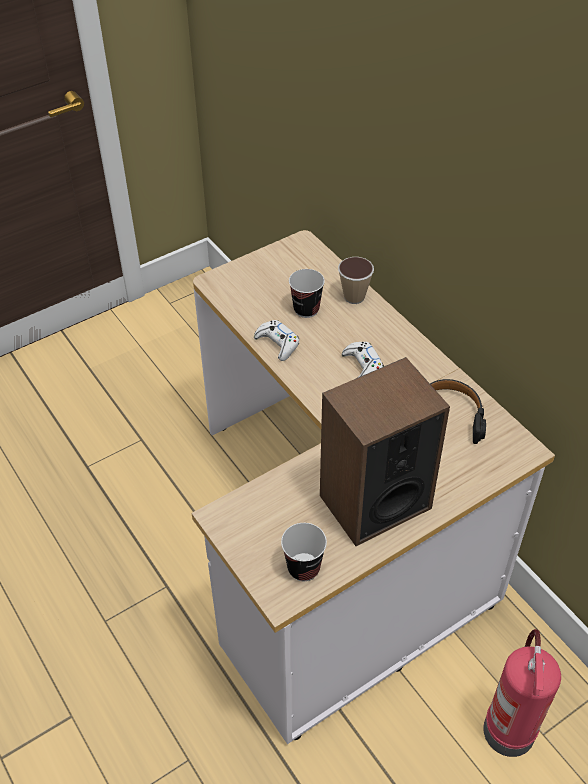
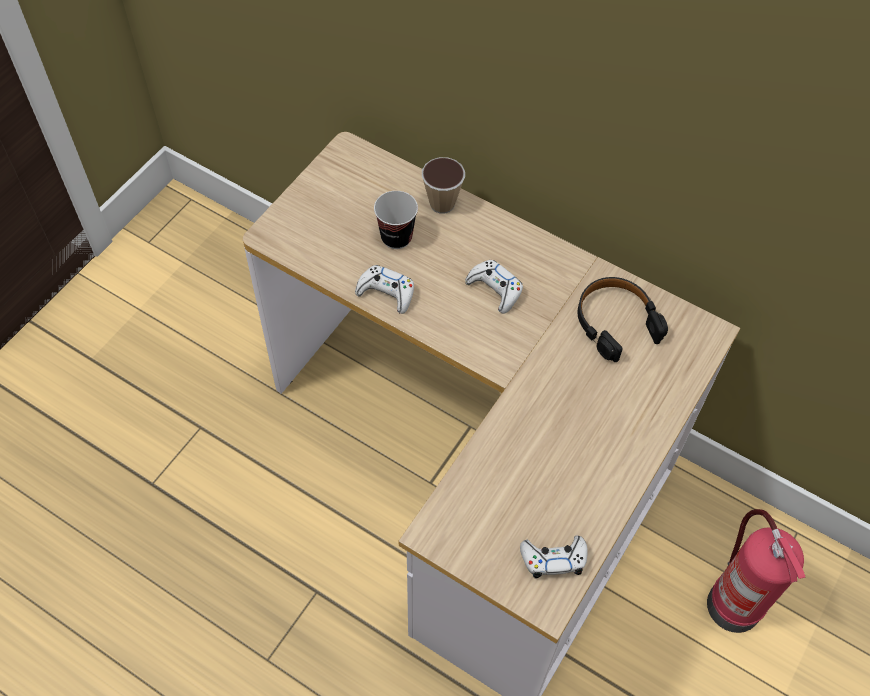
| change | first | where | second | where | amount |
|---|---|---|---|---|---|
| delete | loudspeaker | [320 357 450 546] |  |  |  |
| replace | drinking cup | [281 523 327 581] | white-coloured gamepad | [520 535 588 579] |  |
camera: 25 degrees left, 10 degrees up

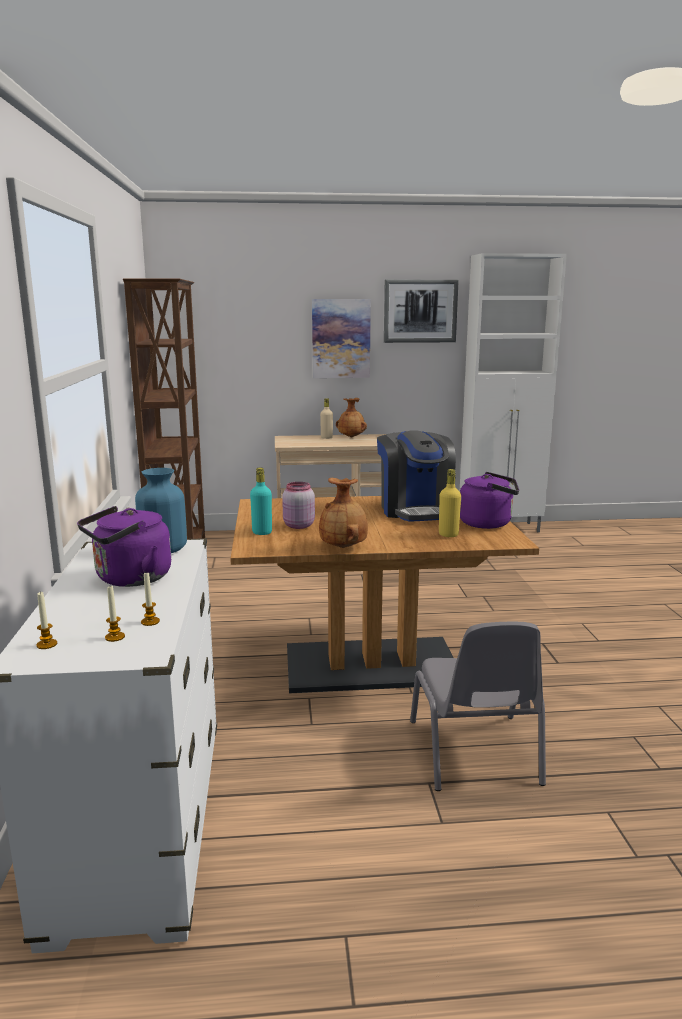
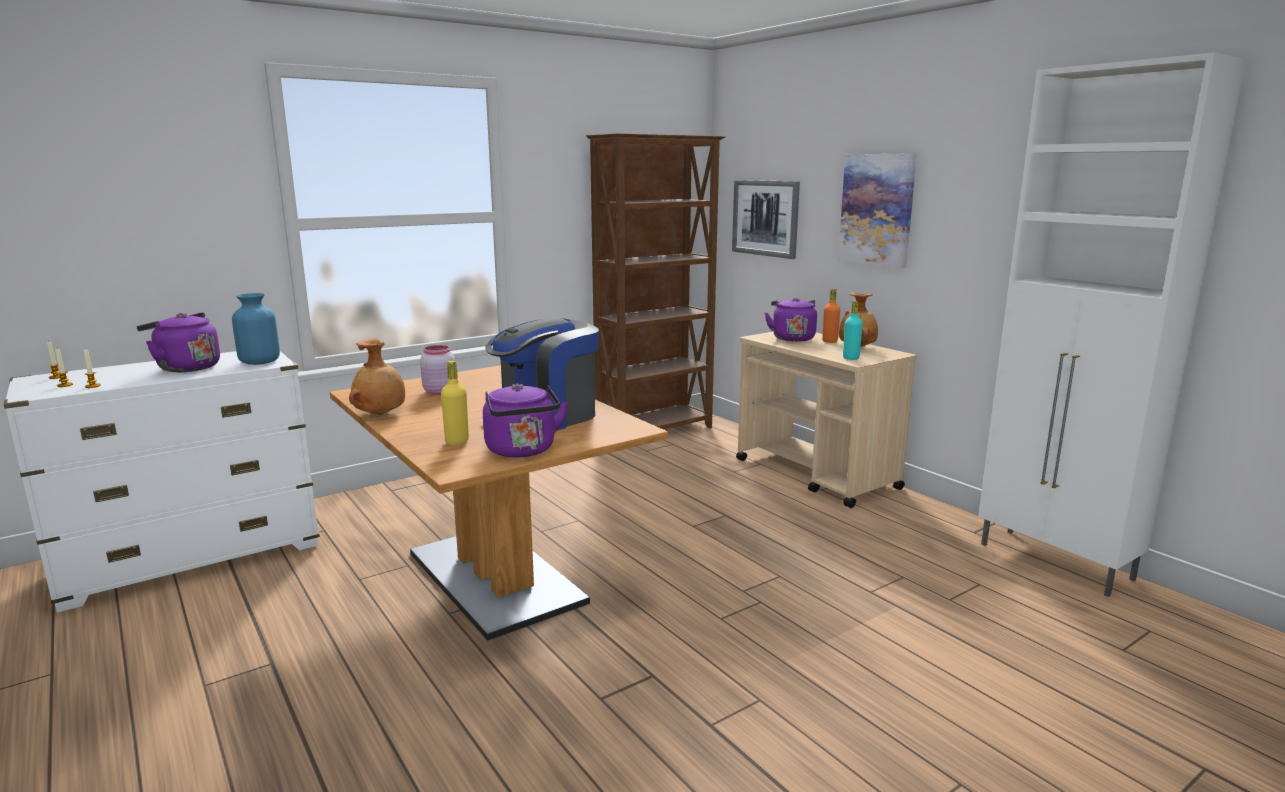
| change | first | where | second | where | amount |
|---|---|---|---|---|---|
| move | wall art | [384 280 459 343] |  | [732 180 800 259] |  |
| recolor | sand-coloured drink bottle | [320 398 333 439] | orangey drink bottle | [822 289 840 343] |  |
| move | turquoise drink bottle | [250 468 272 535] |  | [843 301 863 360] |  |
| delete | grey upright chair | [410 622 546 791] |  |  |  |
| insert |  |  | purplish water kettle | [765 297 817 342] |  |
camera: 60 degrees right, 0 degrees up

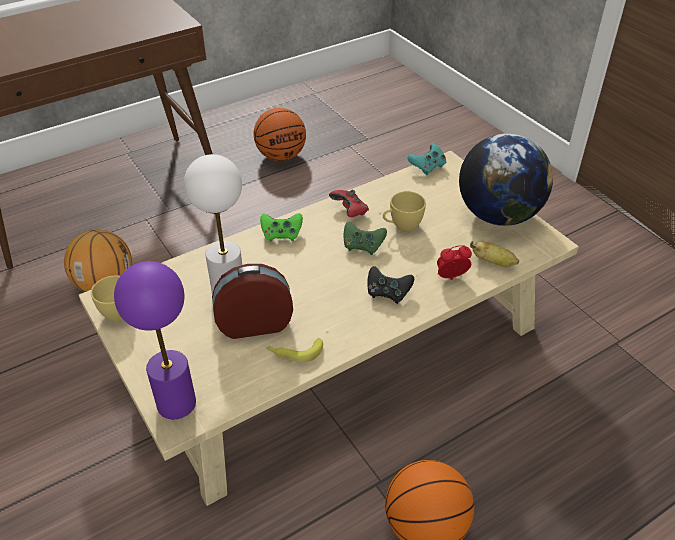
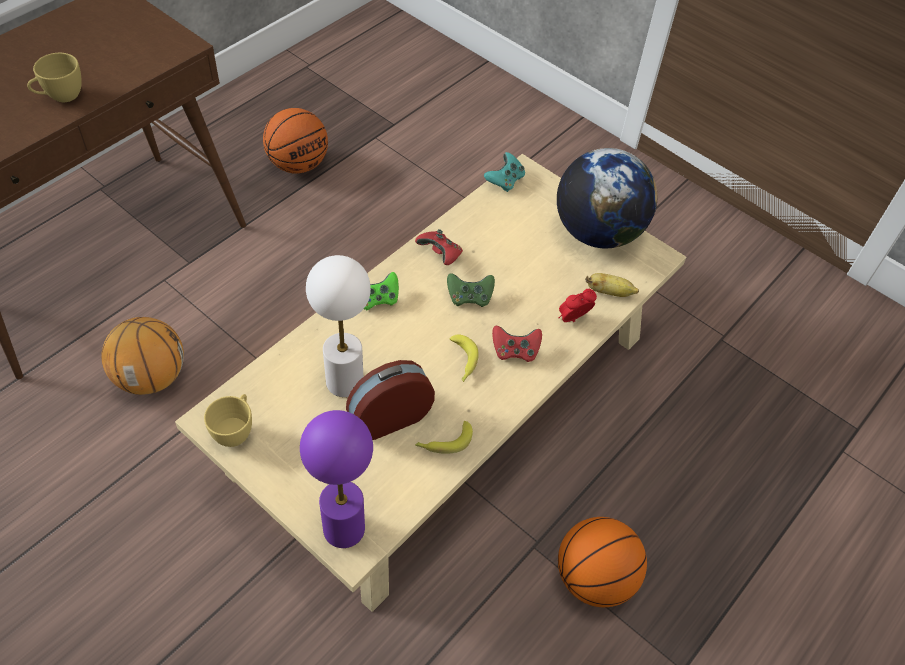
| change | first | where | second | where | amount |
|---|---|---|---|---|---|
| move | yellow-coloured drinking cup | [383 191 426 231] |  | [27 53 82 102] |  |
| recolor | black-coloured gamepad | [367 266 414 304] | reddish gamepad | [492 326 542 362] |  |
| insert |  |  | banana | [450 335 479 382] |  |
camera: 20 degrees left, 10 degrees up

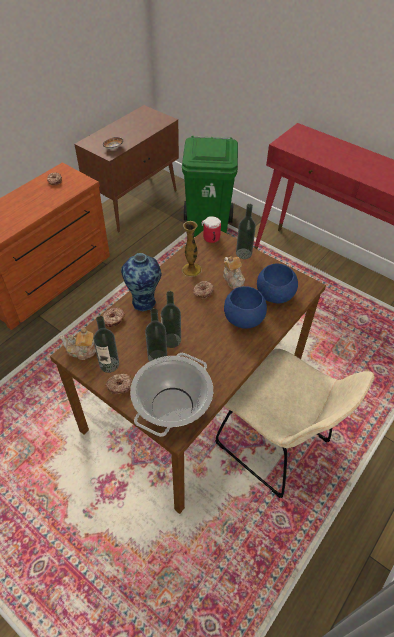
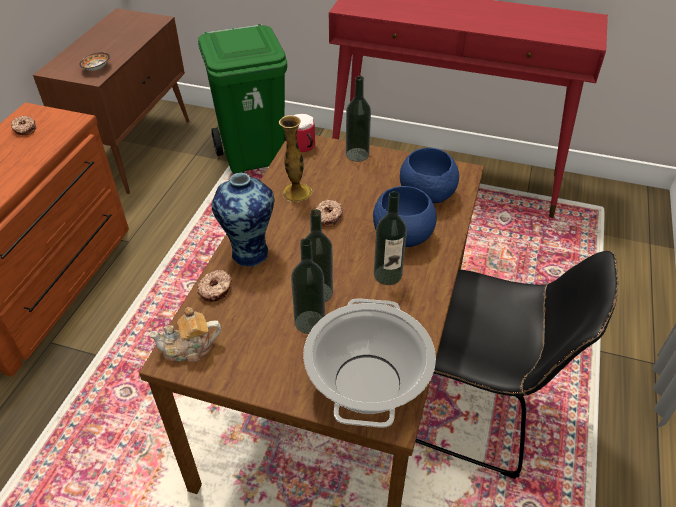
| change | first | where | second | where | amount |
|---|---|---|---|---|---|
| delete | teapot | [223 256 245 289] |  |  |  |
| move | drink bottle | [93 316 119 373] |  | [374 191 407 285] |  |
| recolor | sand-coloured upright chair | [215 349 375 498] | black-coloured upright chair | [415 251 618 479] |  |
| delete | ring doughnut | [105 374 132 395] |  |  |  |
camera: 20 degrees left, 5 degrees down

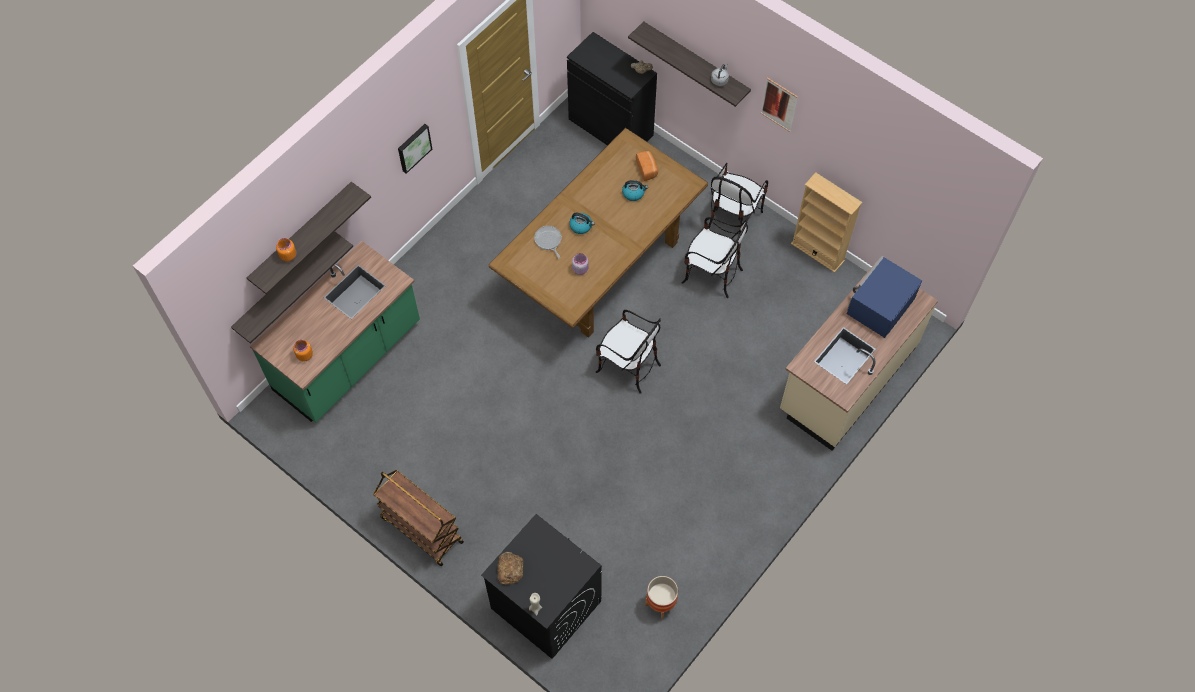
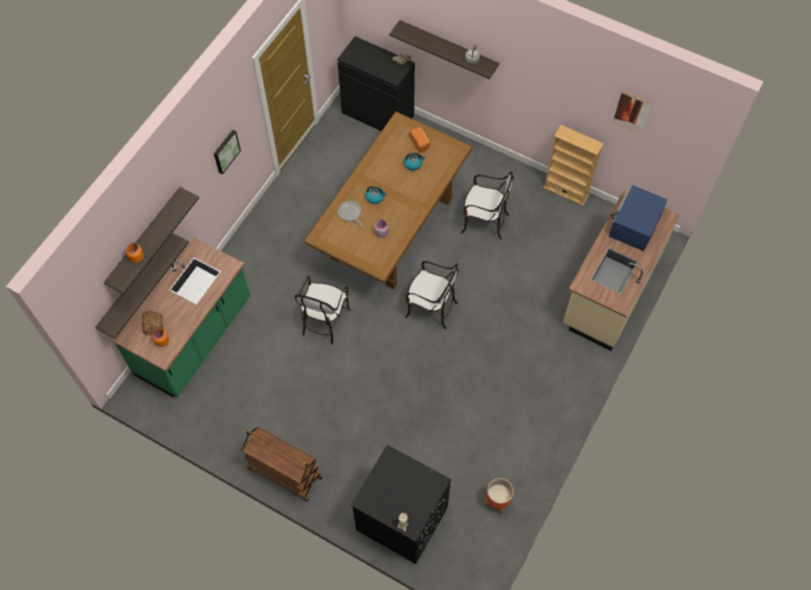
| change | first | where | second | where | amount |
|---|---|---|---|---|---|
| move | wall art | [761 77 798 132] |  | [612 90 651 133] |  |
| move | upright chair | [708 163 768 234] |  | [295 276 351 344] |  |
| move | bread | [497 552 524 585] |  | [142 310 163 336] |  |
camera: 10 degrees left, 0 degrees up

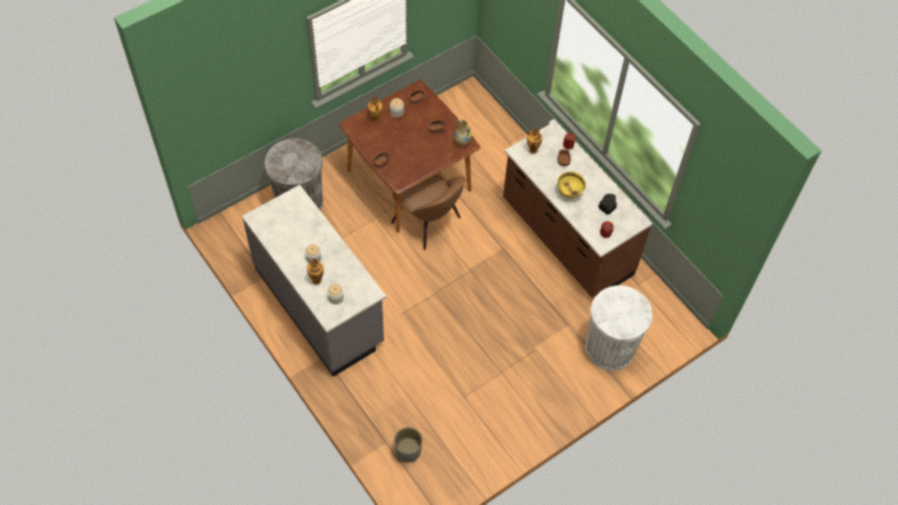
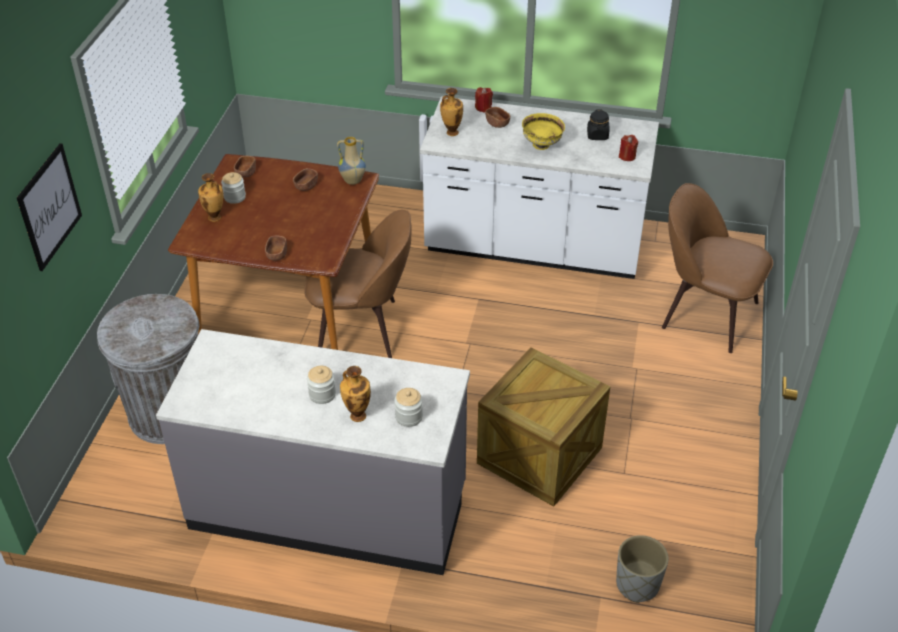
| change | first | where | second | where | amount |
|---|---|---|---|---|---|
| recolor | brownish counter | [503 121 653 298] | white-coloured counter | [420 96 659 279] |  |
| replace | white-coloured rubbish bin | [585 285 652 371] | brownish upright chair | [662 183 773 353] |  |
| insert |  |  | wall art | [17 143 82 271] |  |
| insert |  |  | shipping crate | [477 347 610 507] |  |
camera: 40 degrees left, 15 degrees down

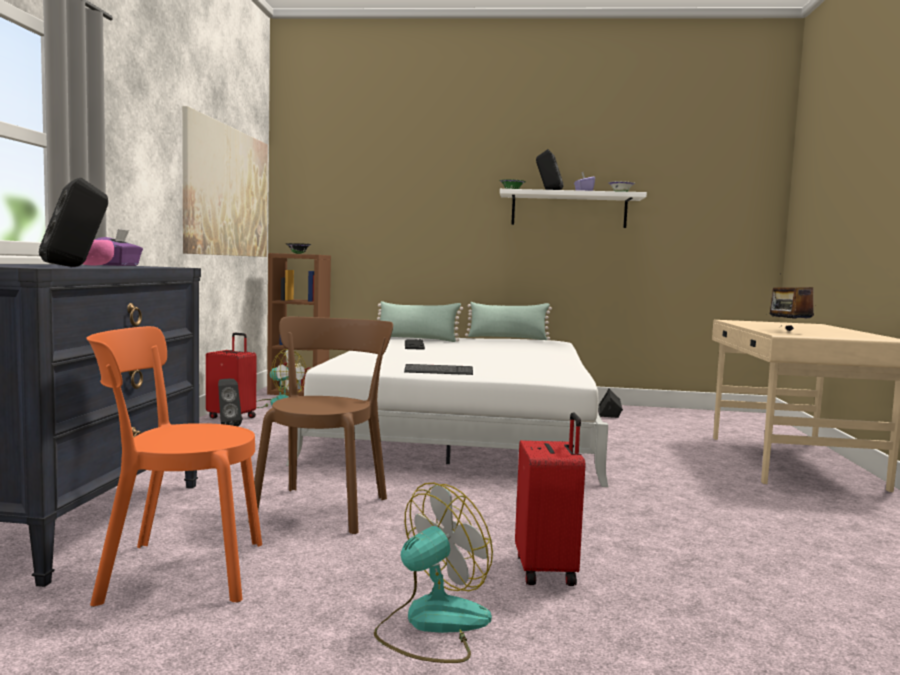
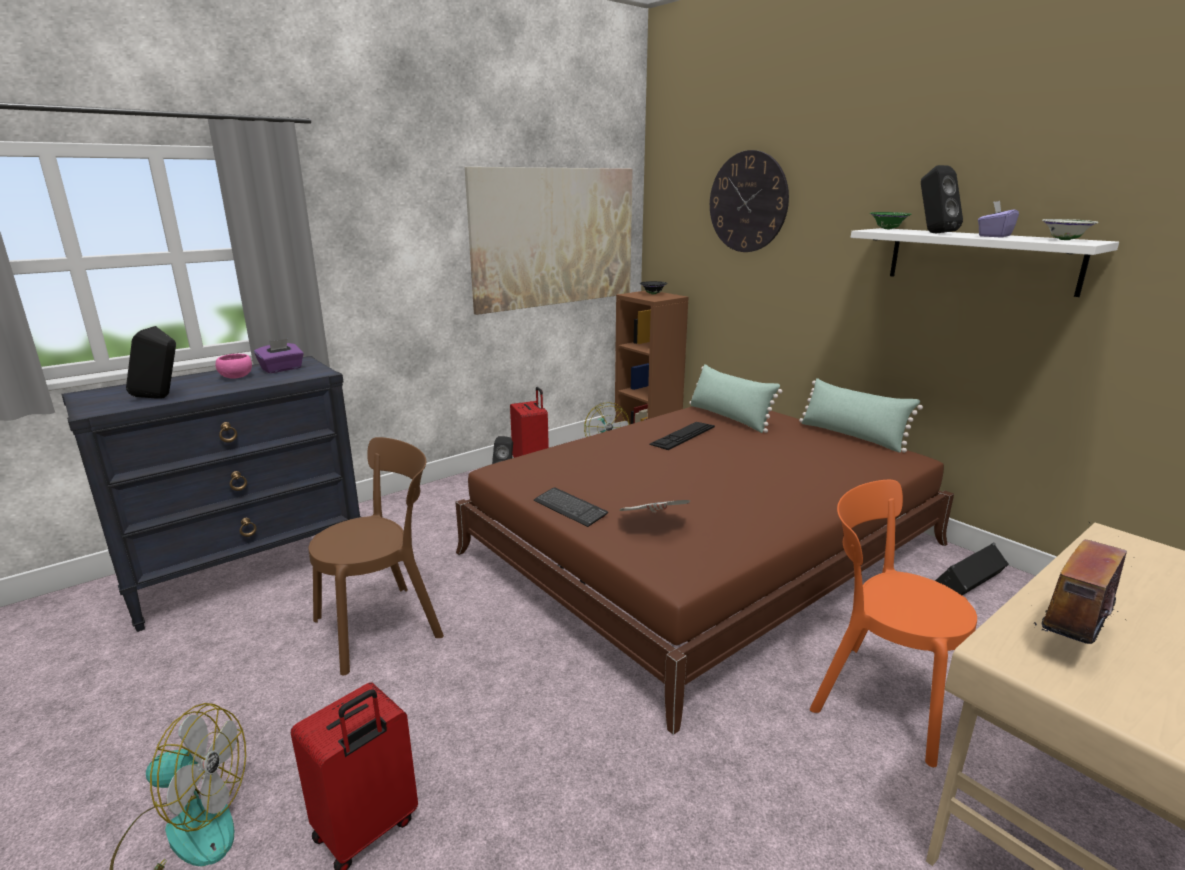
| change | first | where | second | where | amount |
|---|---|---|---|---|---|
| move | orangey upright chair | [86 326 262 607] |  | [810 480 977 767] |  |
| recolor | white-coloured bed | [286 337 608 487] | brownish bed | [455 406 954 735] |  |
| insert |  |  | hanging clock | [710 150 789 252] |  |
| insert |  |  | printed paper | [619 500 691 513] |  |
camera: 45 degrees right, 15 degrees up

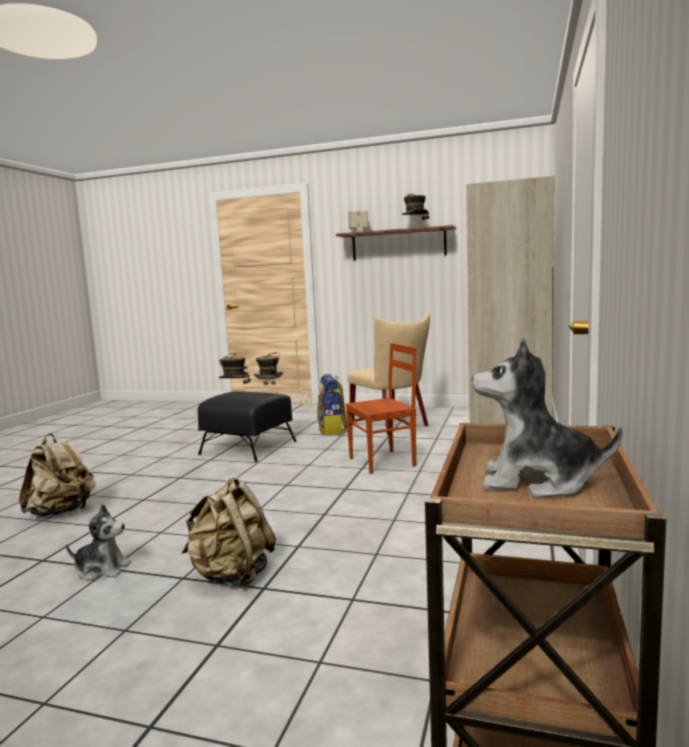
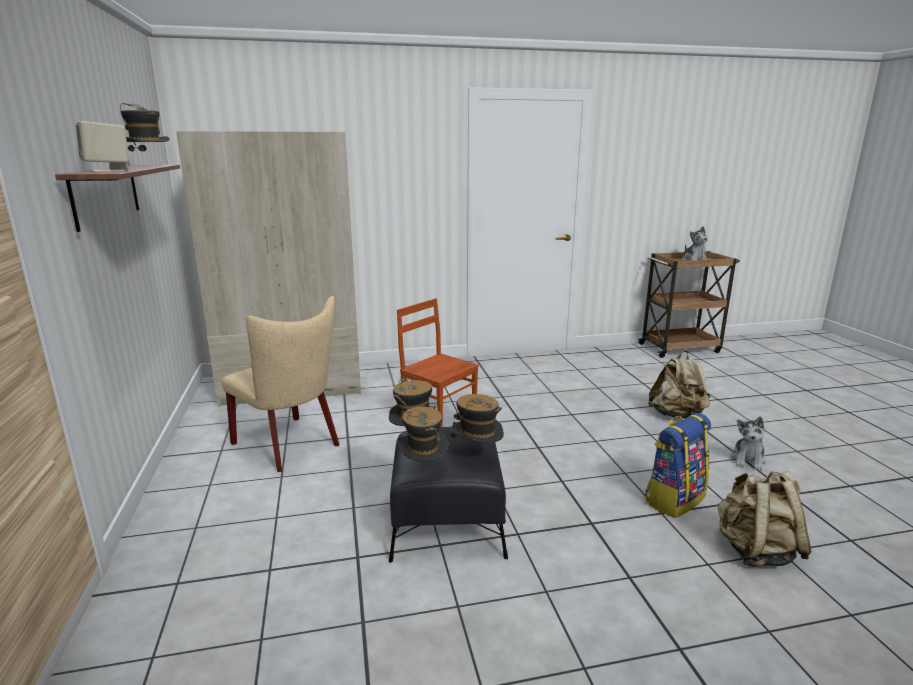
| change | first | where | second | where | amount |
|---|---|---|---|---|---|
| rotate | sand-coloured upright chair | [348 313 430 435] |  | [222 296 340 472] | 105 degrees clockwise |
| move | rucksack | [317 374 348 436] |  | [645 413 711 518] |  |
| rotate | cuddly toy | [66 504 131 580] |  | [730 417 766 471] | 135 degrees counterclockwise |
| insert |  |  | hat | [450 394 504 453] |  |
camera: 120 degrees left, 10 degrees up

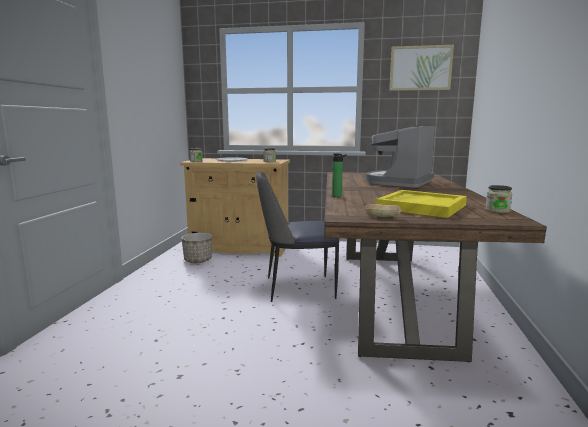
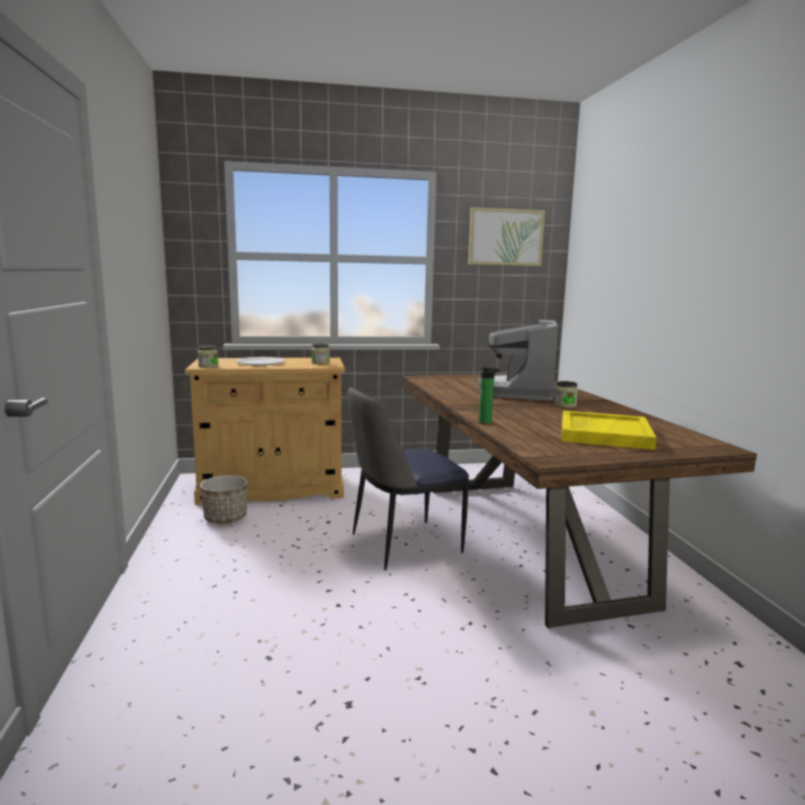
| change | first | where | second | where | amount |
|---|---|---|---|---|---|
| move | preserve jar | [485 185 512 213] |  | [554 381 578 408] |  |
| delete | bread | [365 204 402 217] |  |  |  |
camera: 20 degrees left, 0 degrees up

